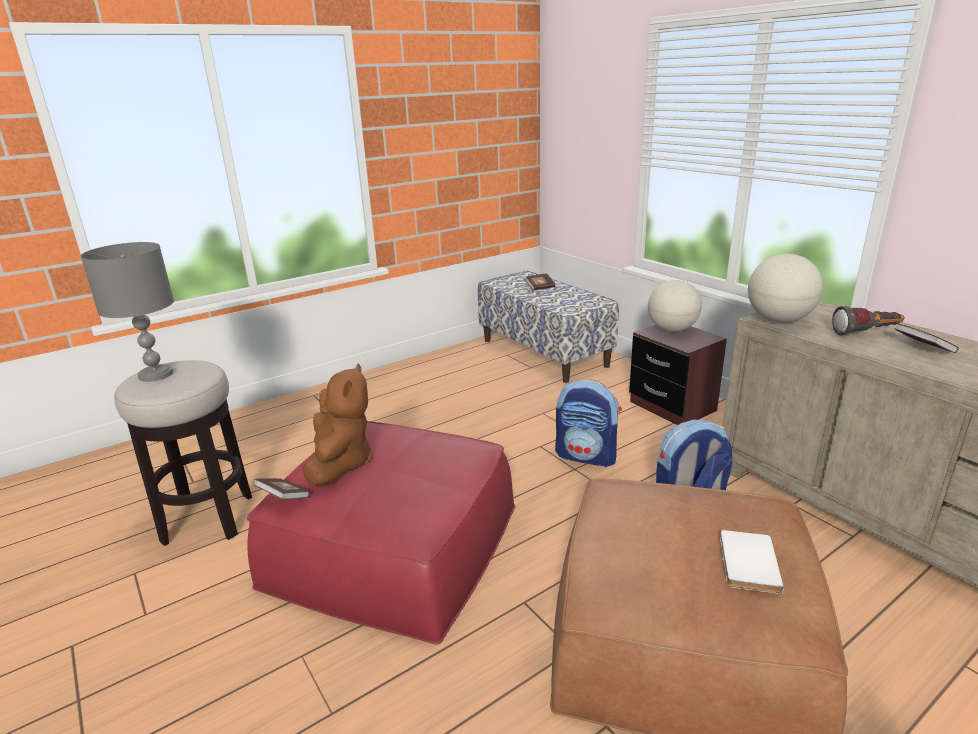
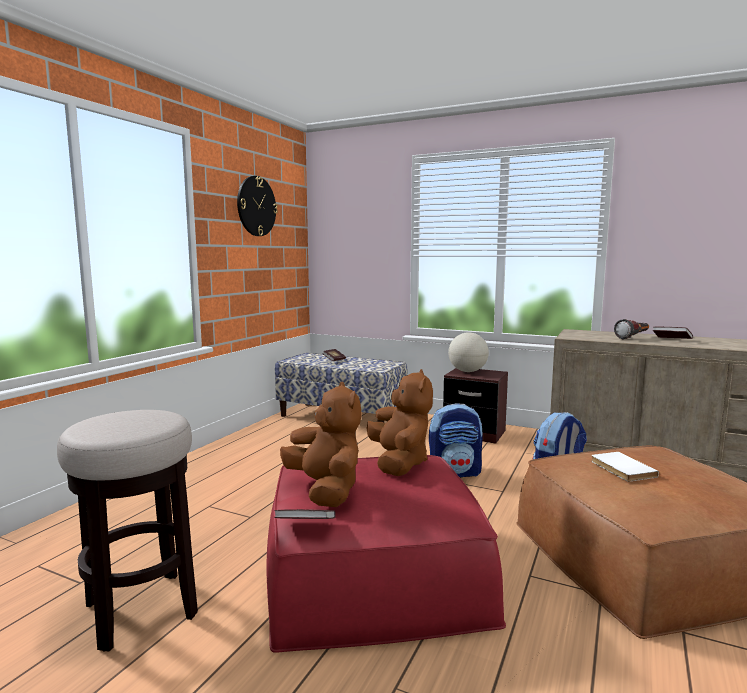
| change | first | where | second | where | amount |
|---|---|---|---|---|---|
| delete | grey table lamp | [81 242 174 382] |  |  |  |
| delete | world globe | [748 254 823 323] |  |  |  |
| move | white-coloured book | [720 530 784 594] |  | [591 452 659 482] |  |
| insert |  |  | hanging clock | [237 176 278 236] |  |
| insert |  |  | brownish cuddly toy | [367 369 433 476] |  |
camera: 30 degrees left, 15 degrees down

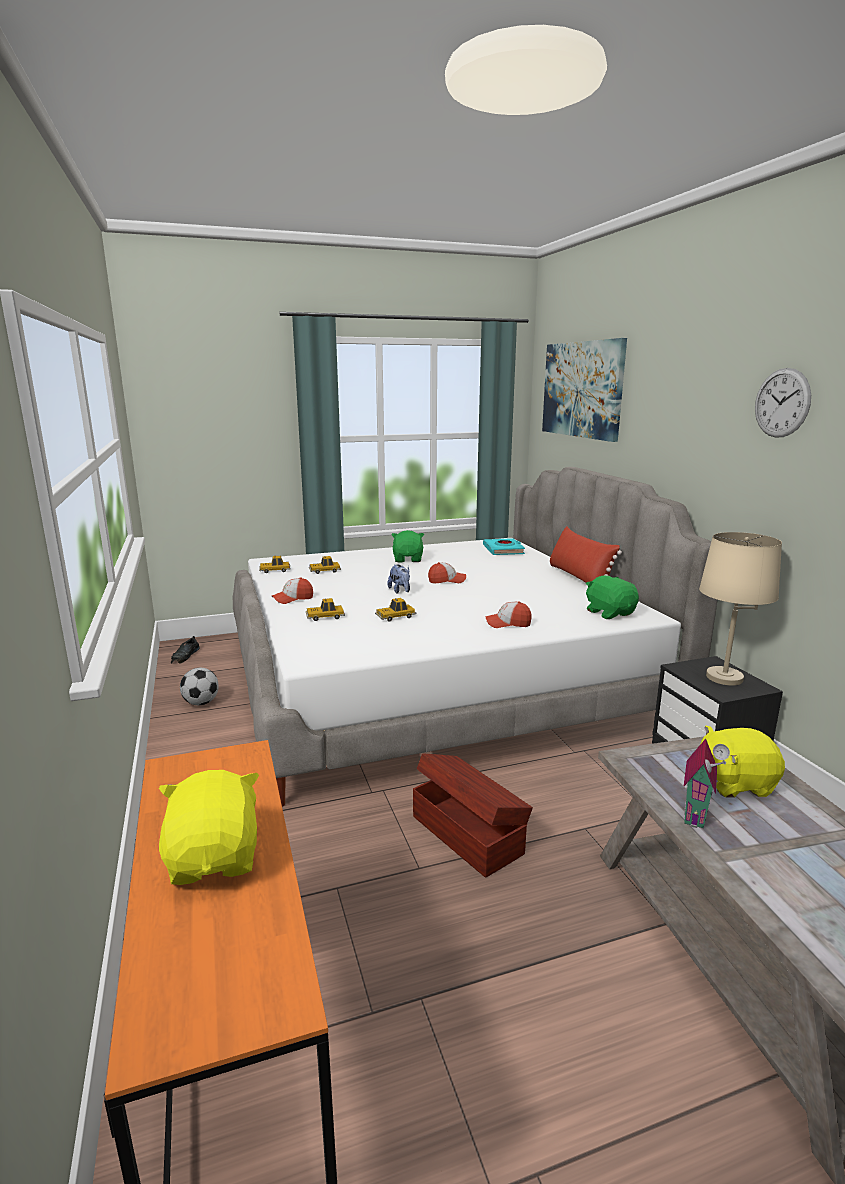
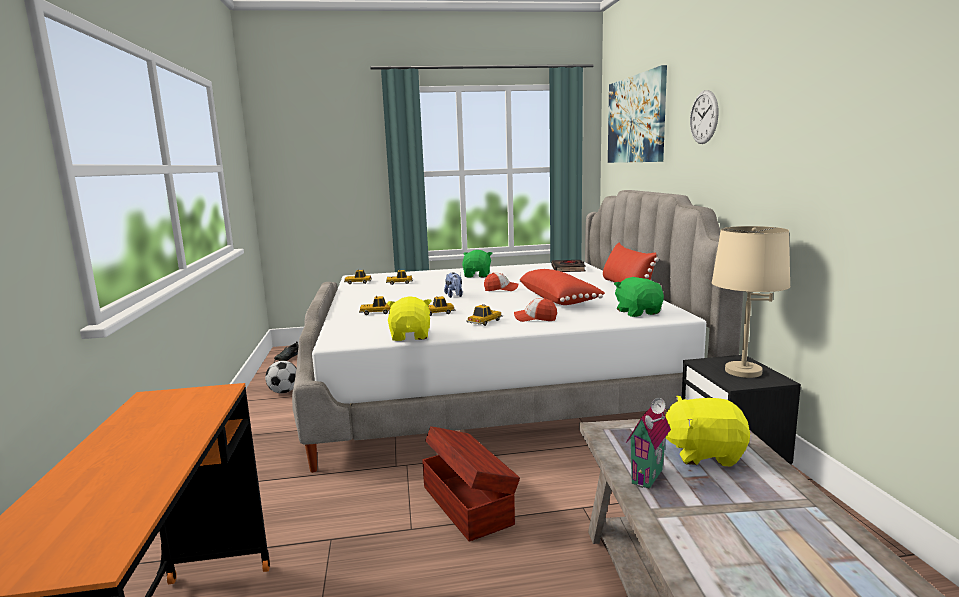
| change | first | where | second | where | amount |
|---|---|---|---|---|---|
| move | hanging clock | [755 368 811 438] |  | [690 90 718 144] |  |
| recolor | turquoise book | [483 538 525 555] | black-coloured book | [551 260 586 272] |  |
| delete | peaked cap | [272 577 313 604] |  |  |  |
| move | yellow-coloured cuddly toy | [159 770 259 885] |  | [387 296 431 341] |  |
| insert |  |  | reddish cushion | [519 269 605 305] |  |
| insert |  |  | miniature car | [466 304 503 326] |  |
camera: 10 degrees right, 5 degrees down

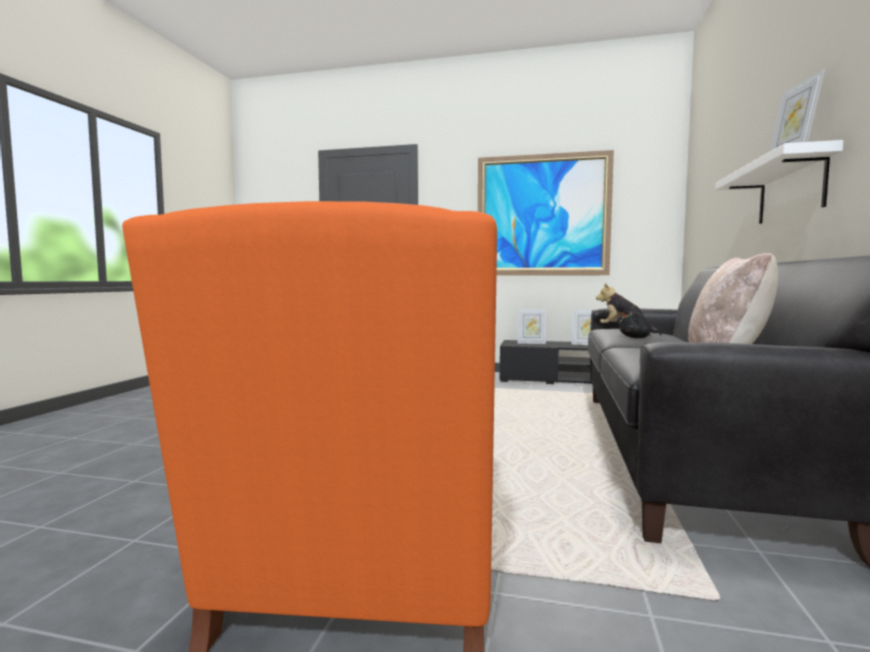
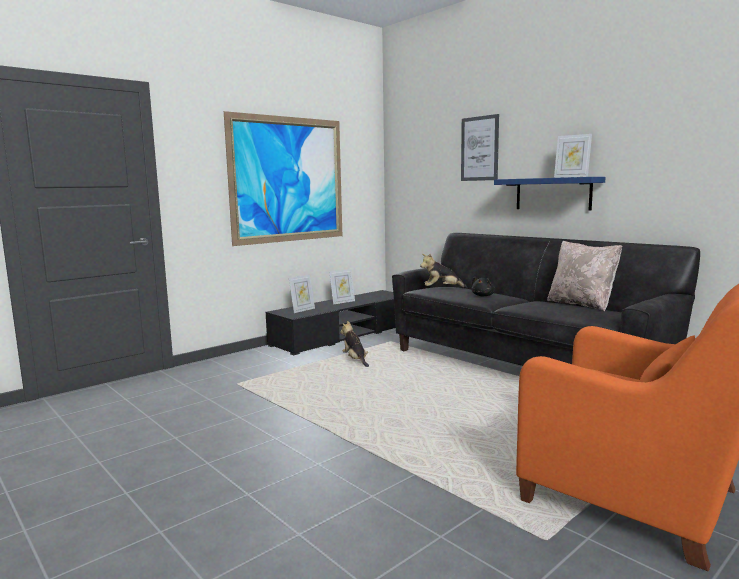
| change | first | where | second | where | amount |
|---|---|---|---|---|---|
| recolor | white-coloured bracket shelf | [715 140 844 224] | blue bracket shelf | [494 177 605 211] |  |
| insert |  |  | wall art | [461 114 499 181] |  |
| insert |  |  | cuddly toy | [340 321 369 367] |  |
camera: 55 degrees left, 5 degrees up

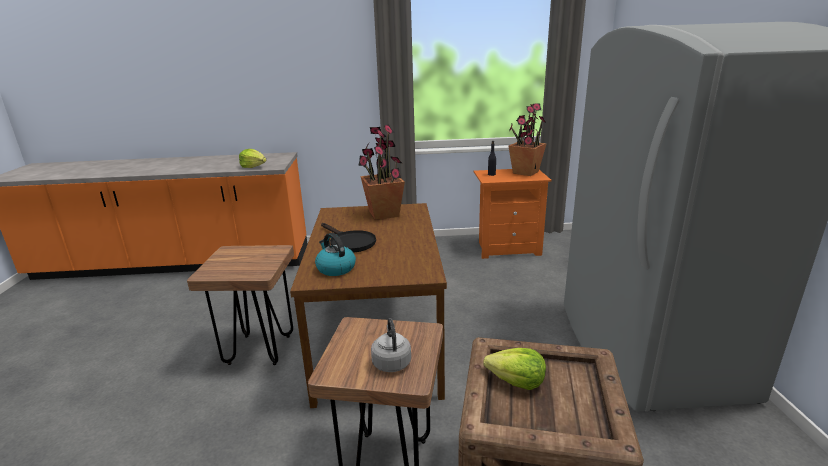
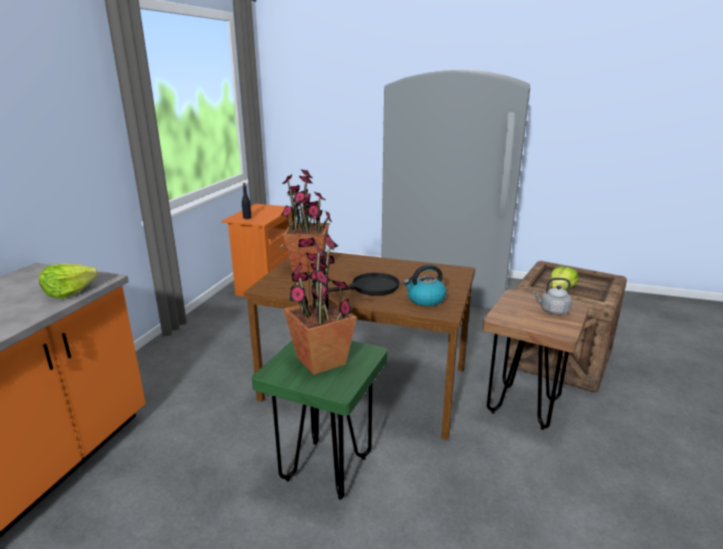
| change | first | where | second | where | amount |
|---|---|---|---|---|---|
| move | potted plant | [509 103 547 176] |  | [284 235 357 375] |  |
| recolor | brownish stool seat | [187 245 294 365] | green stool seat | [252 340 388 500] |  |
camera: 70 degrees left, 0 degrees up

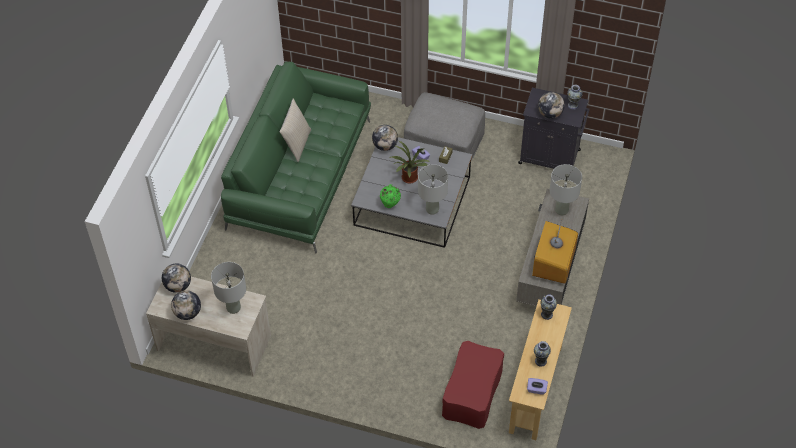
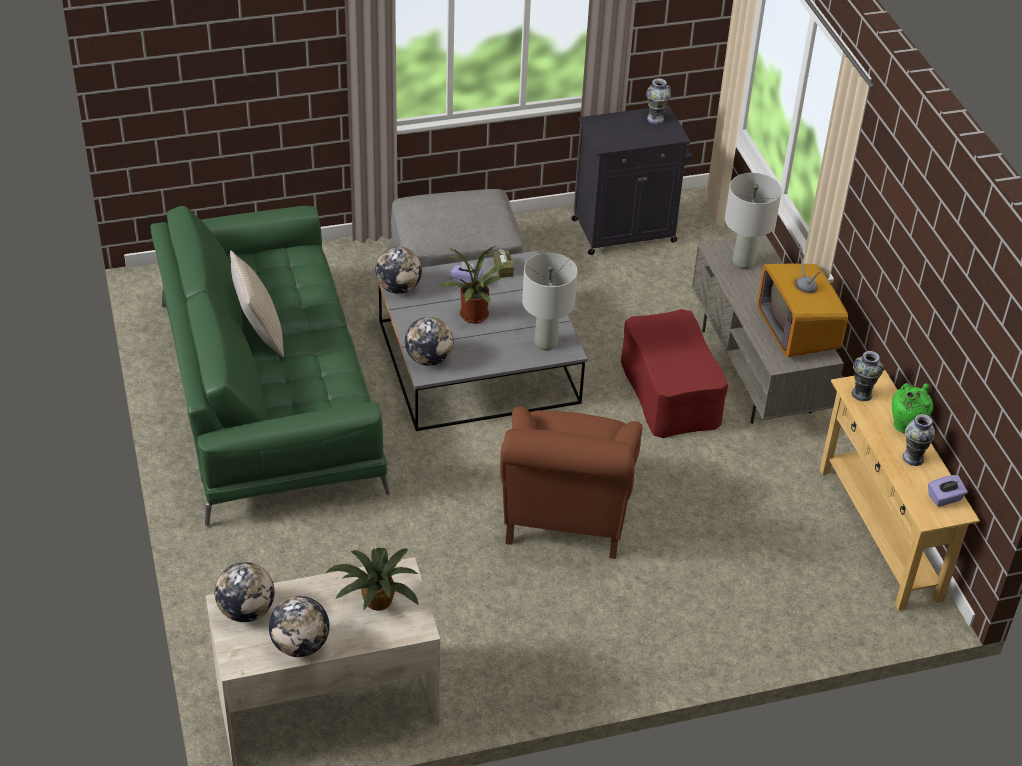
| change | first | where | second | where | amount |
|---|---|---|---|---|---|
| move | world globe | [538 92 565 119] |  | [405 317 453 366] |  |
| move | green decorative vase | [380 184 401 208] |  | [892 383 933 433] |  |
| replace | grey table lamp | [211 262 246 314] | potted plant | [326 548 419 611] |  |
| move | reddish pouffe | [442 341 504 429] |  | [621 309 728 438] |  |
| insert |  |  | brownish armchair | [500 406 643 559] |  |
camera: 35 degrees left, 10 degrees down

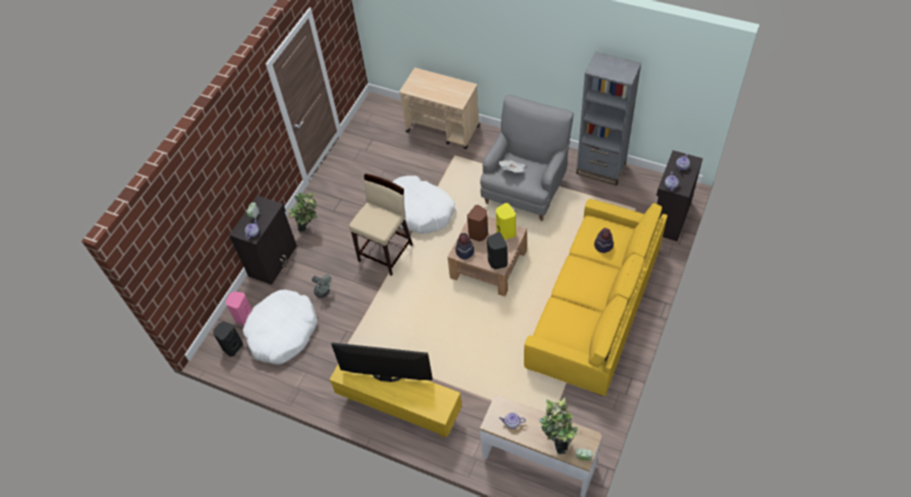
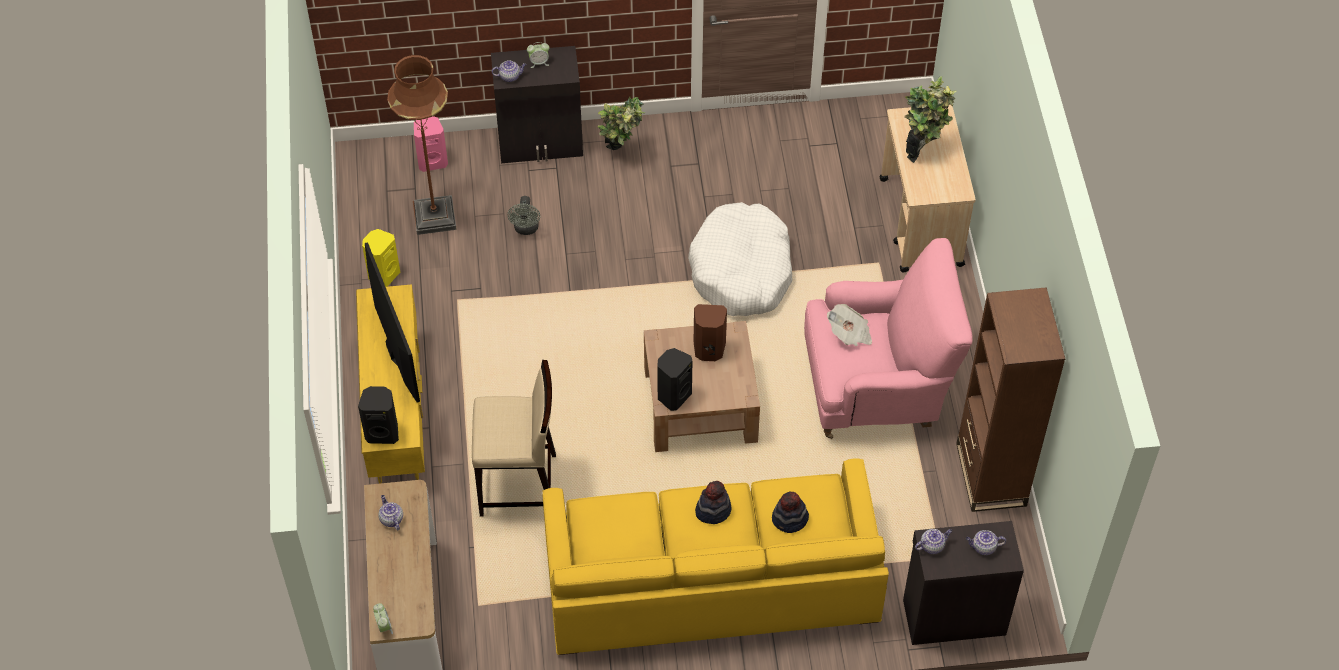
| change | first | where | second | where | amount |
|---|---|---|---|---|---|
| recolor | grey bookshelf | [576 52 642 185] | brownish bookshelf | [956 287 1065 512] |  |
| recolor | grey armchair | [480 95 574 221] | pink armchair | [804 238 973 439] |  |
| move | sand-coloured stool seat | [349 173 413 276] |  | [472 360 556 517] |  |
| move | yellow-coloured loudspeaker | [496 203 516 240] |  | [362 229 400 287] |  |
| move | hat | [455 233 474 260] |  | [695 481 731 524] |  |
| replace | white-coloured dog bed | [243 290 317 364] | brownish standard lamp | [387 55 457 235] |  |
| move | black-coloured loudspeaker | [213 321 243 357] |  | [358 386 399 444] |  |
| move | potted plant | [539 398 578 454] |  | [904 76 957 163] |  |
camera: 55 degrees right, 0 degrees up

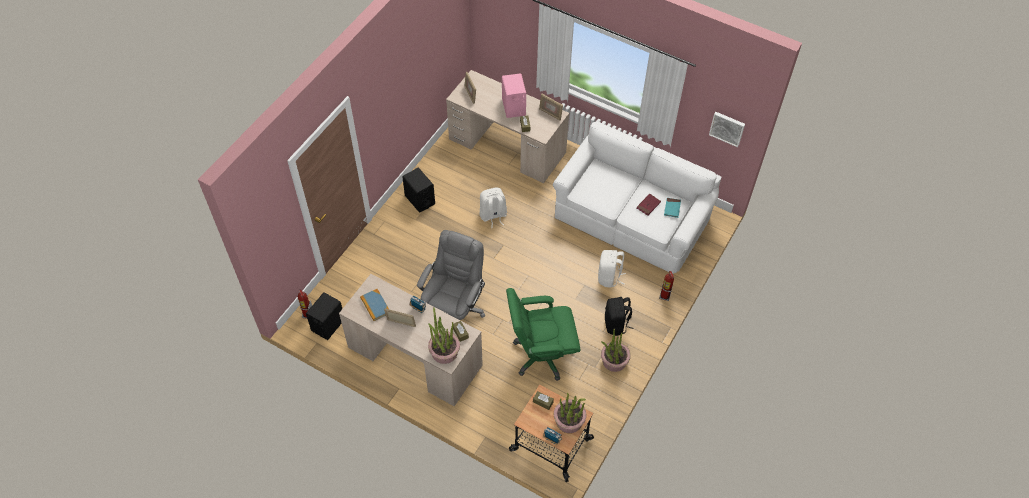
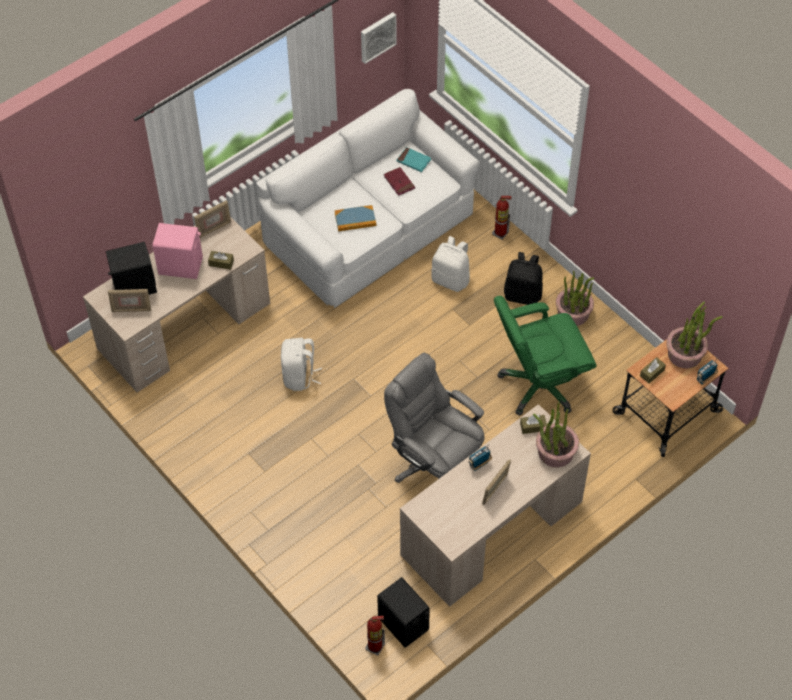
| change | first | where | second | where | amount |
|---|---|---|---|---|---|
| move | black-coloured loudspeaker | [402 168 435 213] |  | [106 242 157 295] |  |
| rotate | green computer chair | [506 288 580 381] |  | [494 296 596 416] | 60 degrees clockwise |
| move | book | [360 289 389 321] |  | [334 205 376 231] |  |
camera: 70 degrees left, 0 degrees up

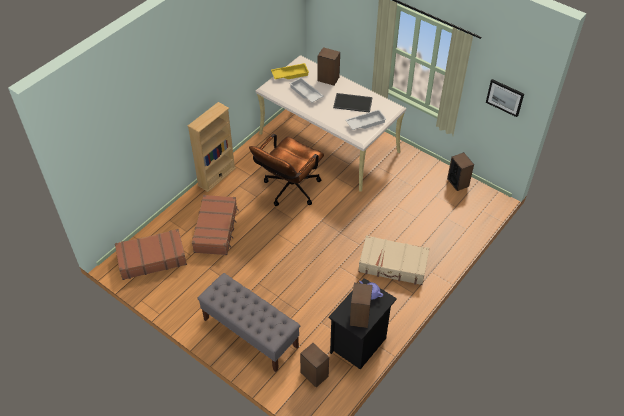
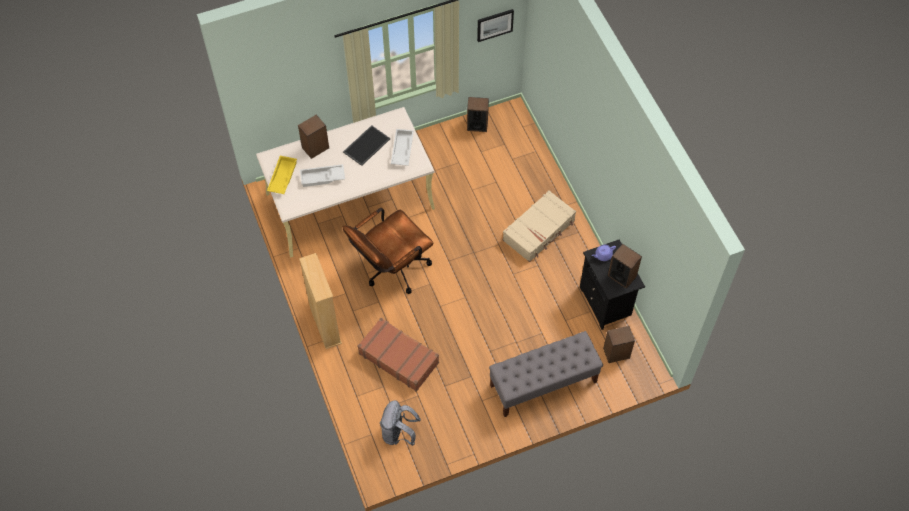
| change | first | where | second | where | amount |
|---|---|---|---|---|---|
| rotate | brownish computer chair | [249 134 324 206] |  | [343 208 433 294] | 75 degrees clockwise |
| replace | brownish suitcase | [115 229 187 280] | grey rucksack | [380 400 421 446] |  |
camera: 60 degrees left, 10 degrees up

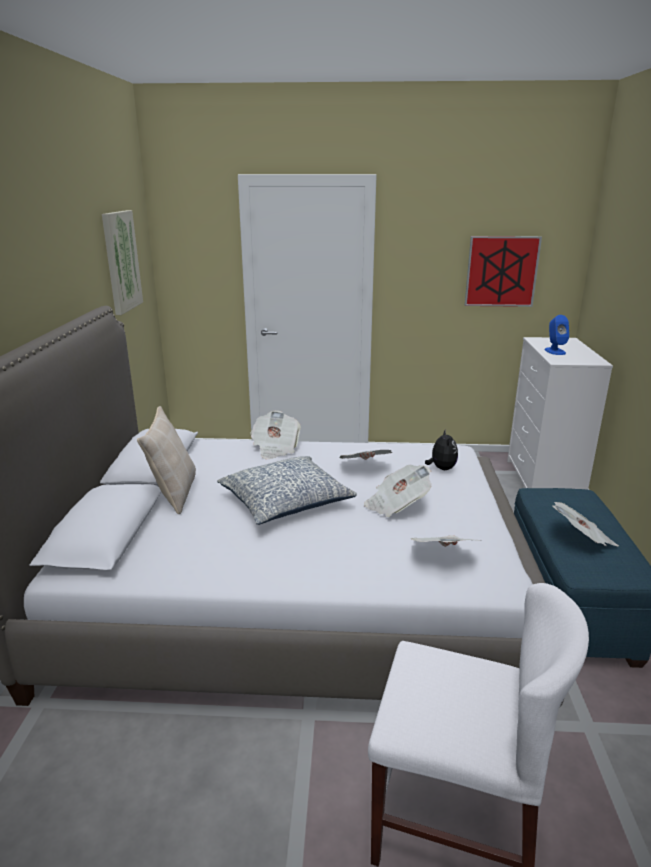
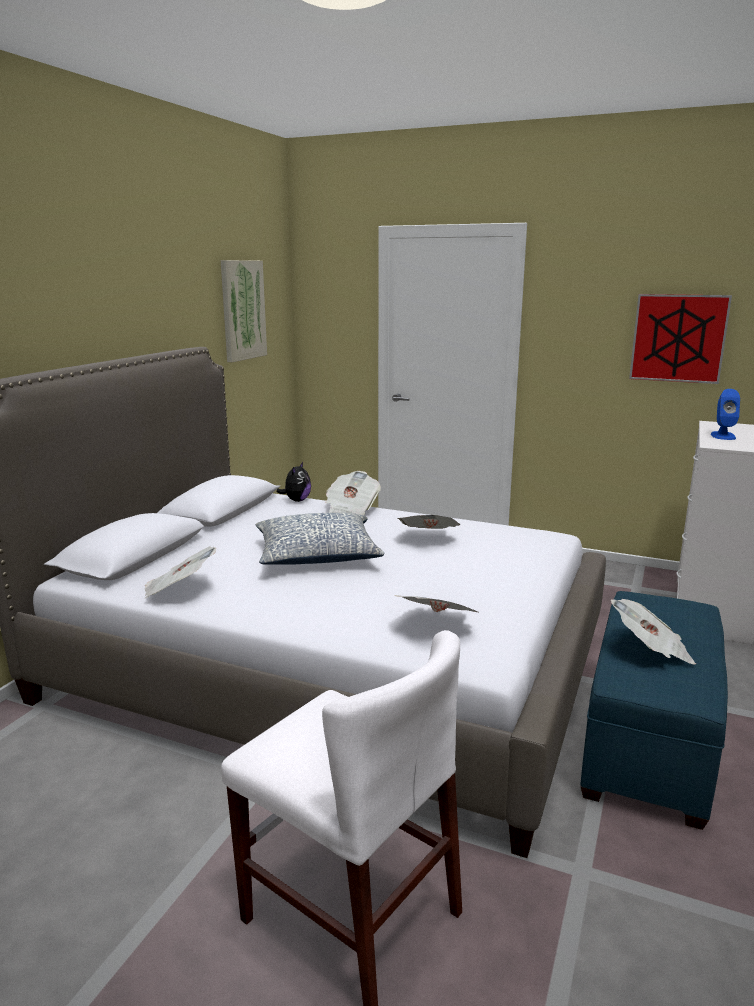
| change | first | where | second | where | amount |
|---|---|---|---|---|---|
| delete | sand-coloured cushion | [137 406 196 514] |  |  |  |
| move | cuddly toy | [425 429 458 470] |  | [277 462 311 502] |  |
| move | printed paper | [364 465 432 517] |  | [145 546 216 598] |  |
camera: 20 degrees right, 5 degrees down

